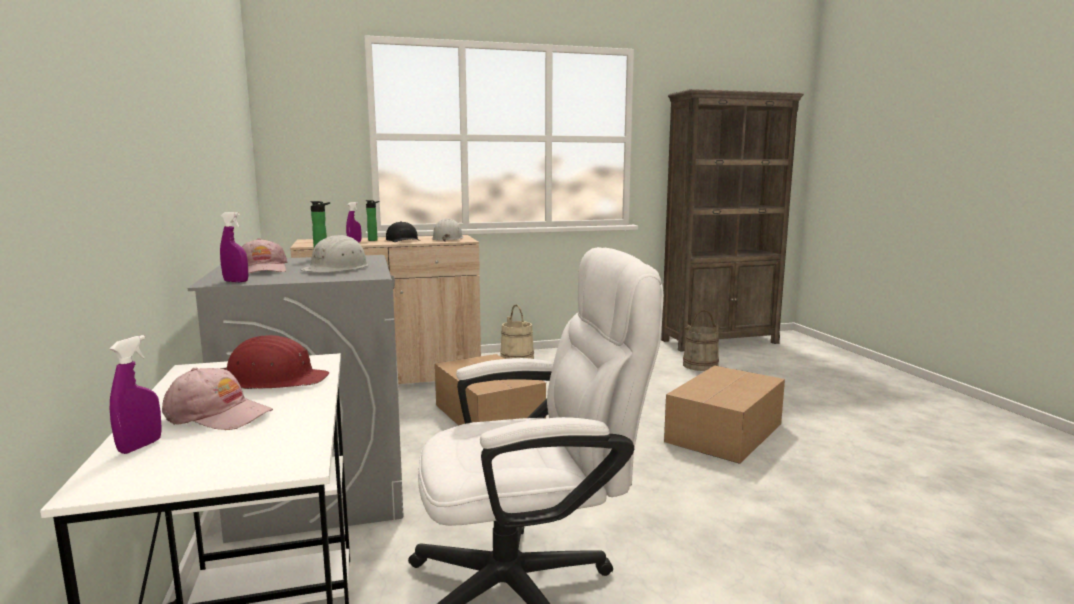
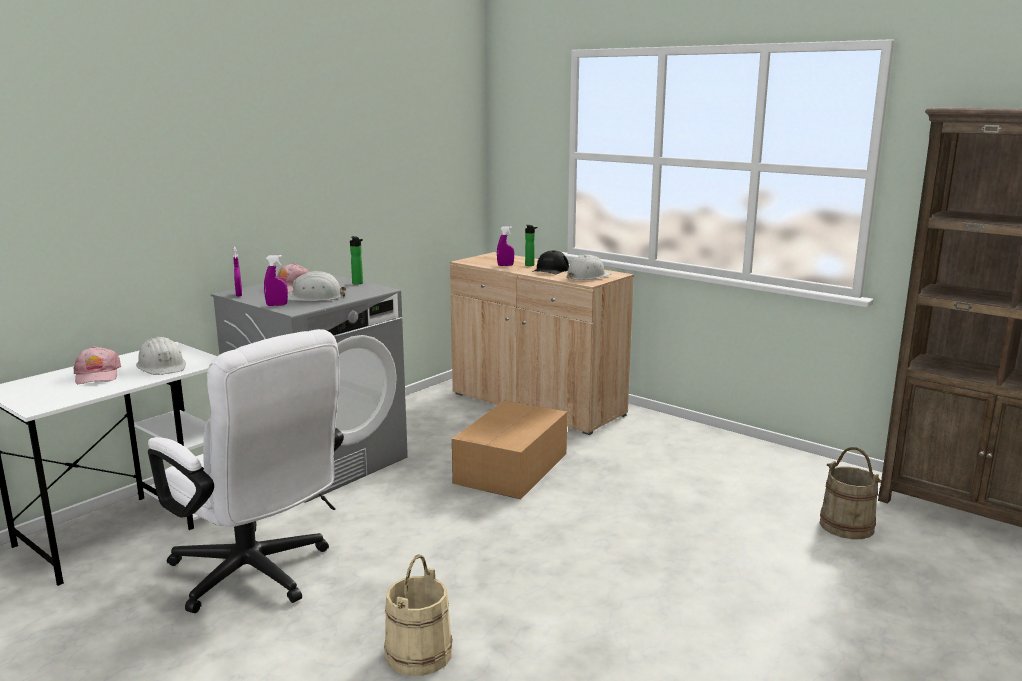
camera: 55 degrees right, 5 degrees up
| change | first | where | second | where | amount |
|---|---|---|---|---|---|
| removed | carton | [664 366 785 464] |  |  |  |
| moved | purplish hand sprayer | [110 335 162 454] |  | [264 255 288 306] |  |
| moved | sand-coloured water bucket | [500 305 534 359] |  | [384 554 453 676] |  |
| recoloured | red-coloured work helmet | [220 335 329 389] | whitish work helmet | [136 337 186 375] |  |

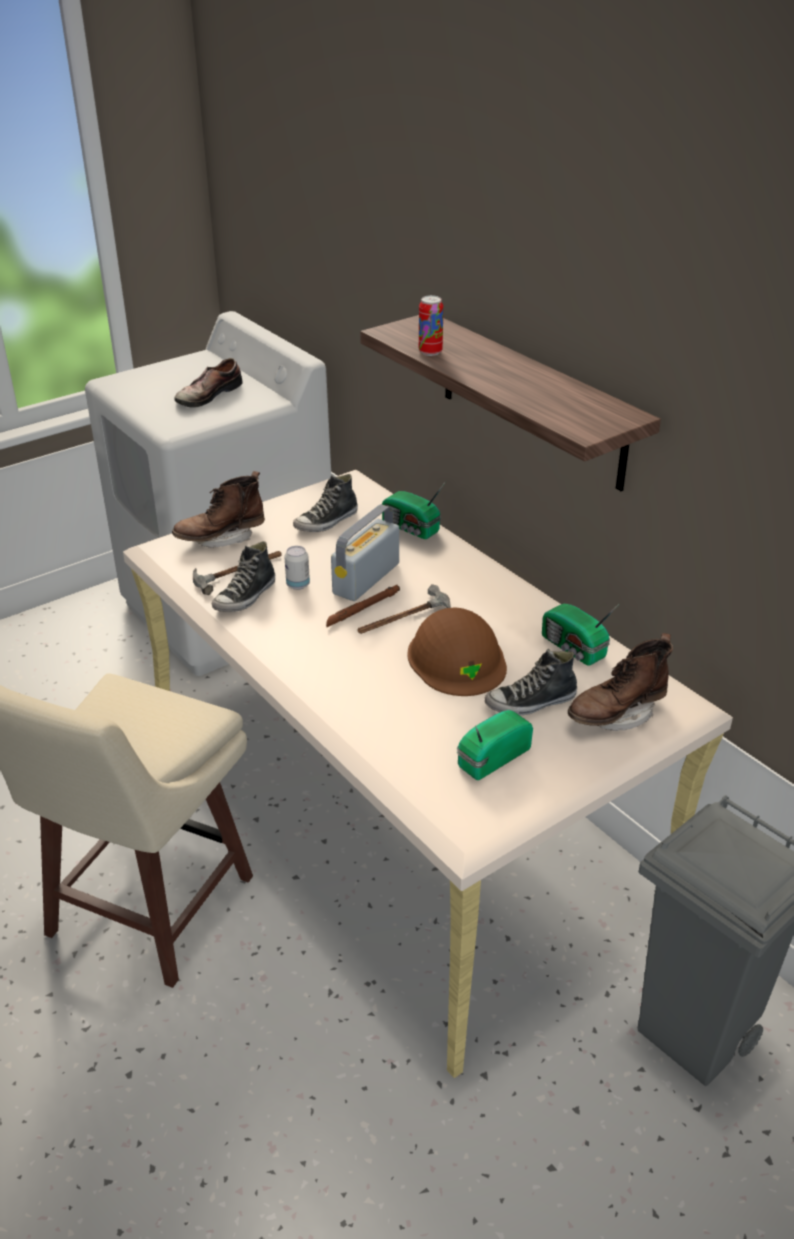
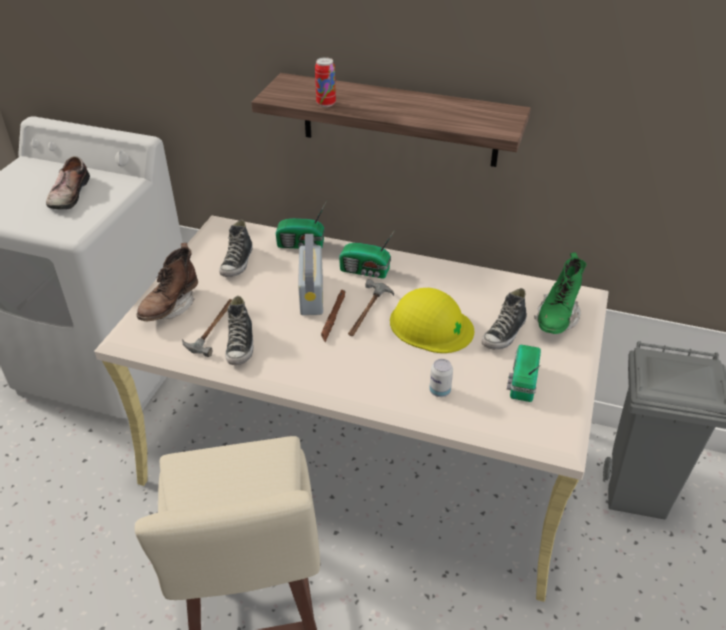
camera: 35 degrees left, 5 degrees up
| change | first | where | second | where | amount |
|---|---|---|---|---|---|
| moved | can | [284 546 310 590] |  | [429 359 453 397] |  |
| moved | radio | [542 604 619 665] |  | [339 230 395 279] |  |
| recoloured | brown work helmet | [407 607 507 696] | yellowish work helmet | [390 288 474 353] |  |
| recoloured | brown boot | [568 633 673 731] | green-coloured boot | [534 252 587 334] |  |

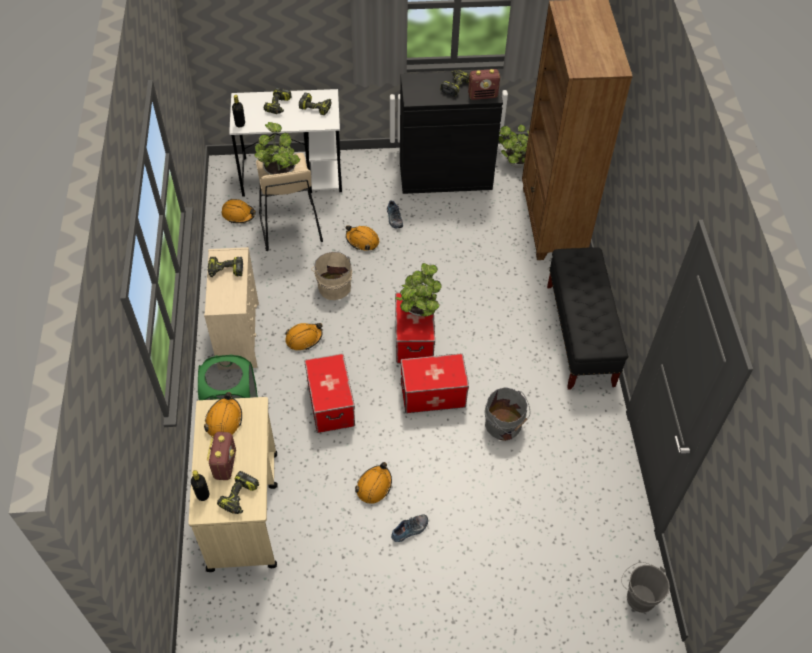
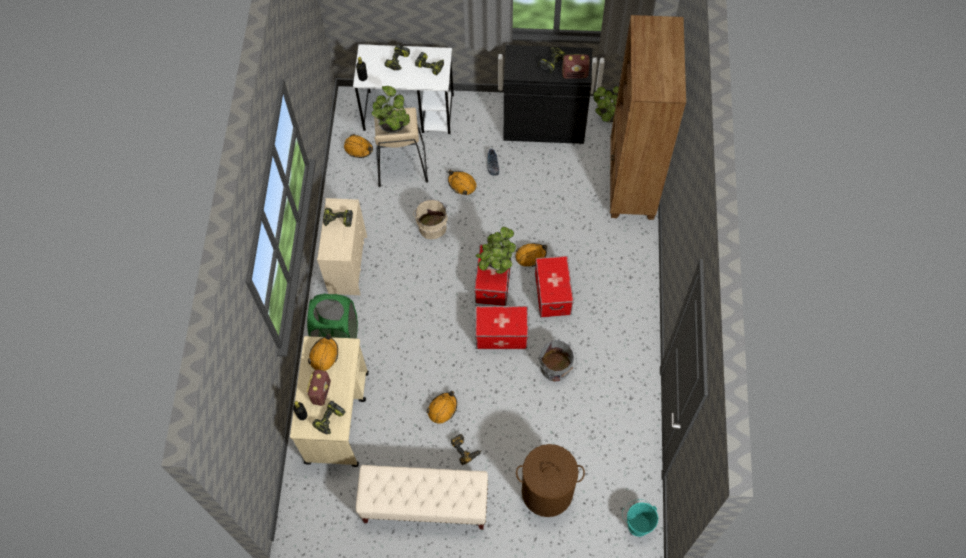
camera: 10 degrees right, 10 degrees up
| change | first | where | second | where | amount |
|---|---|---|---|---|---|
| removed | black bench | [547 247 628 390] |  |  |  |
| added |  |  | sand-coloured bench | [356 465 488 530] |  |
| added |  |  | brown hamper | [516 444 585 517] |  |
| moved | orangey work helmet | [285 323 323 350] |  | [516 243 547 267] |  |
| moved | storage container | [304 353 355 433] |  | [535 256 574 317] |  |
| replaced | low shoe | [391 514 428 542] | electric drill | [451 434 482 465] |  |
| recoloured | greyish water bucket | [621 562 670 613] | turquoise-coloured water bucket | [622 499 658 537] |  |

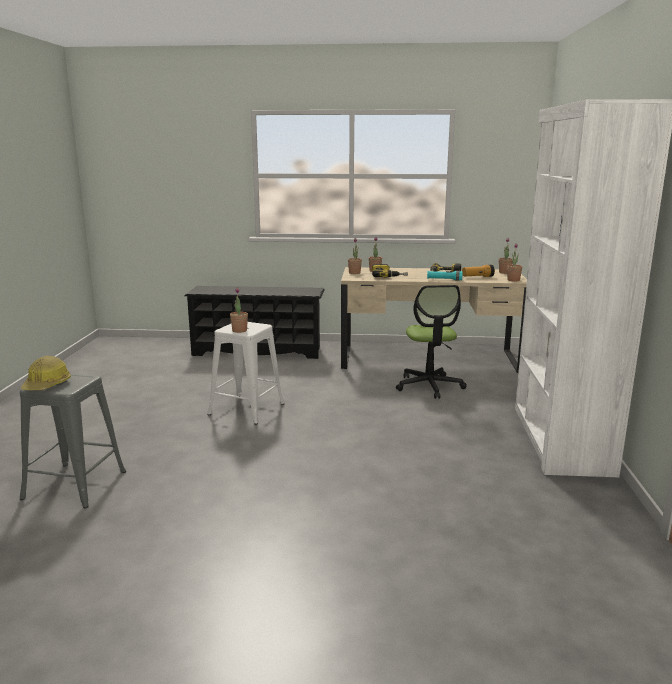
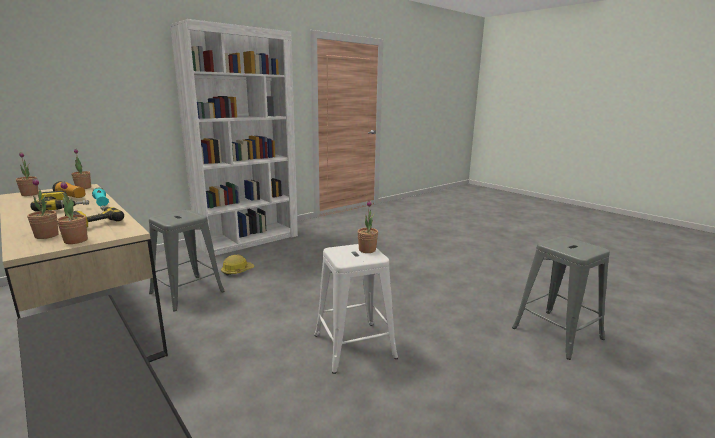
camera: 135 degrees left, 0 degrees up
| change | first | where | second | where | amount |
|---|---|---|---|---|---|
| moved | work helmet | [21 356 71 390] |  | [221 255 255 275] |  |
| replaced | desk chair | [396 285 467 399] | greyish stool seat | [149 210 225 312] |  |

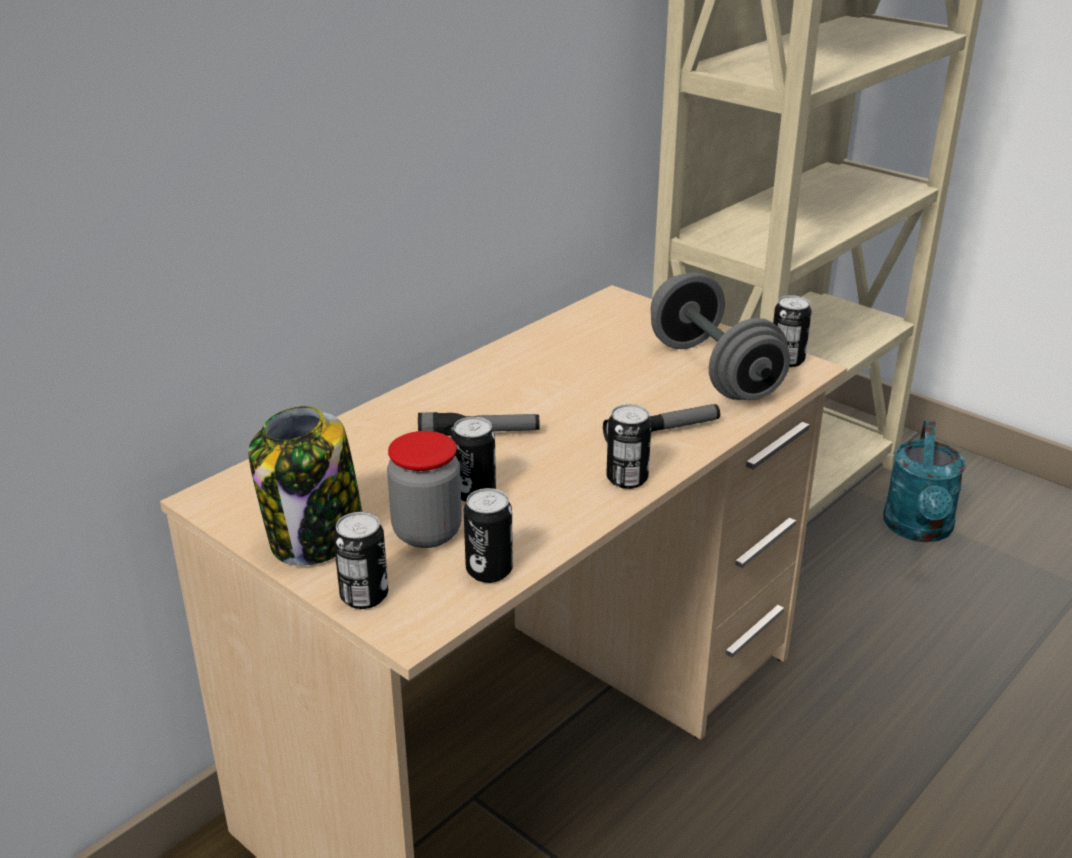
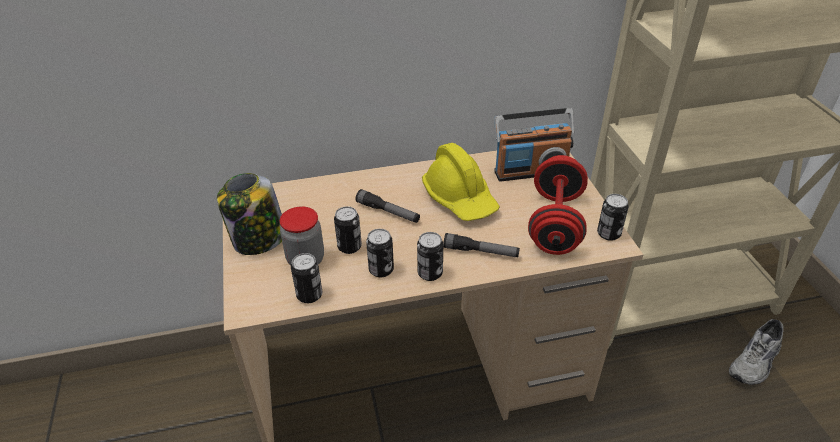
camera: 35 degrees right, 10 degrees up
| change | first | where | second | where | amount |
|---|---|---|---|---|---|
| added |  |  | yellowish work helmet | [422 143 500 221] |  |
| added |  |  | radio | [494 108 574 181] |  |
| moved | can | [333 512 388 609] |  | [366 229 394 277] |  |
| replaced | turquoise-coloured watering pot | [883 420 966 542] | greyish low shoe | [729 319 784 385] |  |
| recoloured | greyish dumbbell | [651 272 790 400] | red-coloured dumbbell | [528 155 588 255] |  |

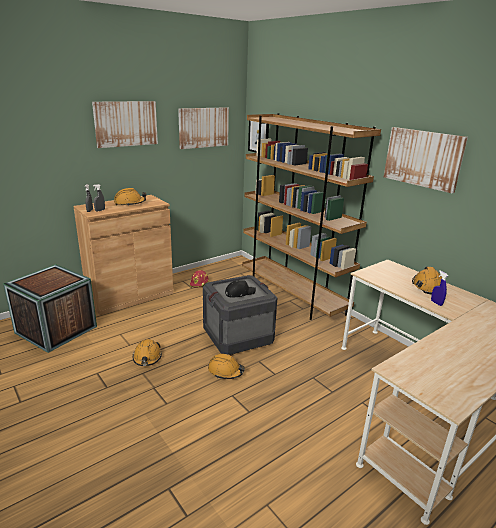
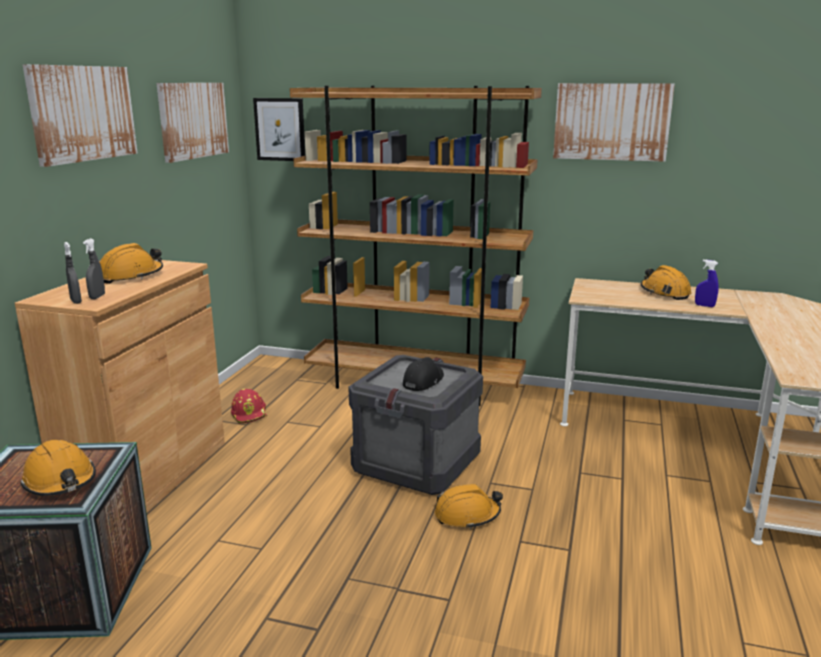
camera: 35 degrees left, 5 degrees down
| change | first | where | second | where | amount |
|---|---|---|---|---|---|
| moved | orangey work helmet | [133 339 162 366] |  | [20 440 96 496] |  |

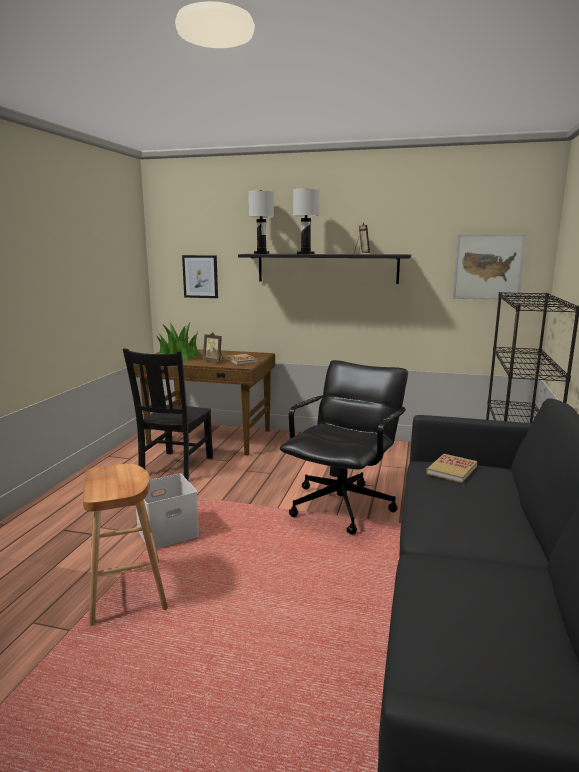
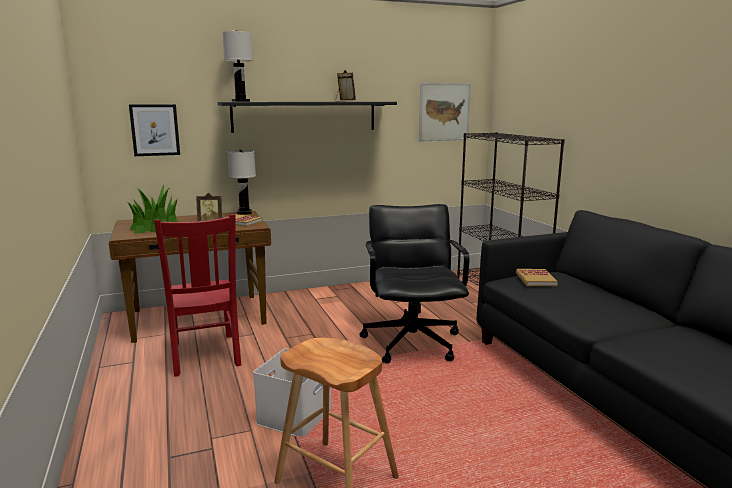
camera: 35 degrees left, 0 degrees up
| change | first | where | second | where | amount |
|---|---|---|---|---|---|
| moved | whitish lamp for a table | [293 188 319 254] |  | [227 150 256 215] |  |
| recoloured | black plain chair | [123 348 213 480] | red-coloured plain chair | [154 214 241 376] |  |

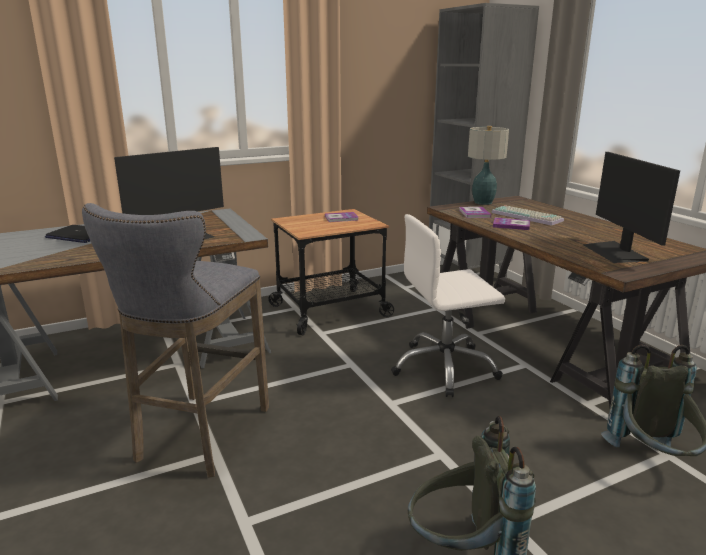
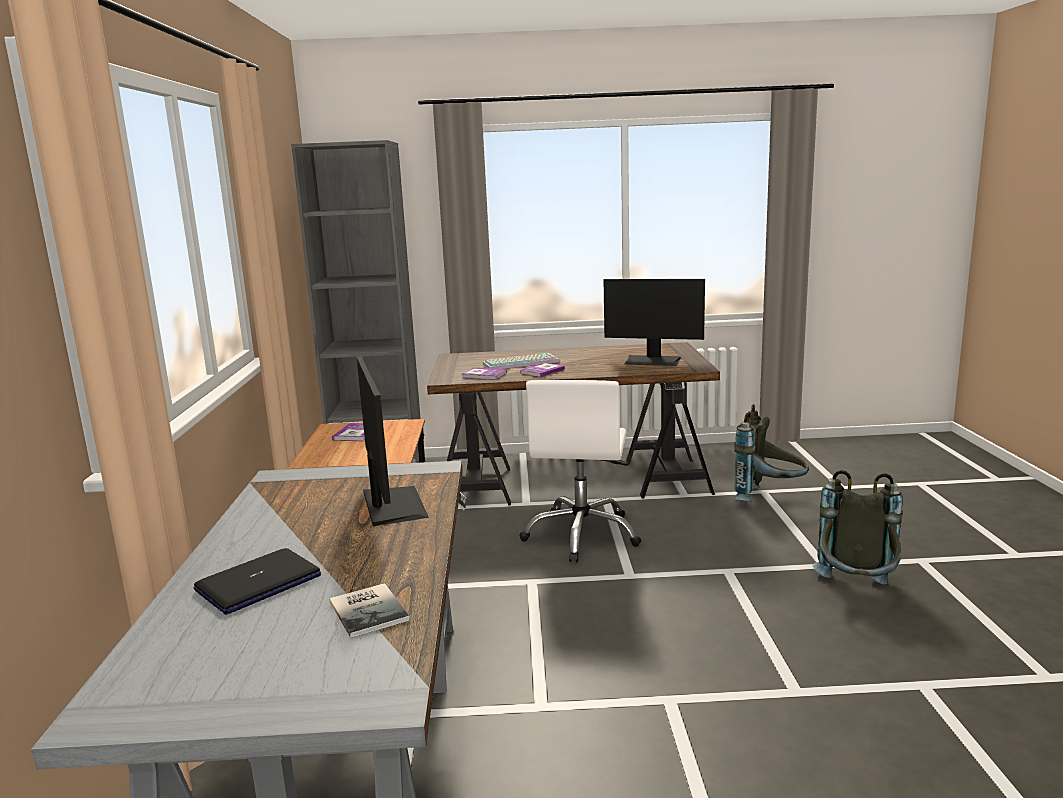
camera: 65 degrees left, 5 degrees down
| change | first | where | second | where | amount |
|---|---|---|---|---|---|
| removed | greyish stool seat | [82 203 269 478] |  |  |  |
| removed | lamp for a table | [468 126 509 205] |  |  |  |
| added |  |  | volume | [329 583 409 638] |  |

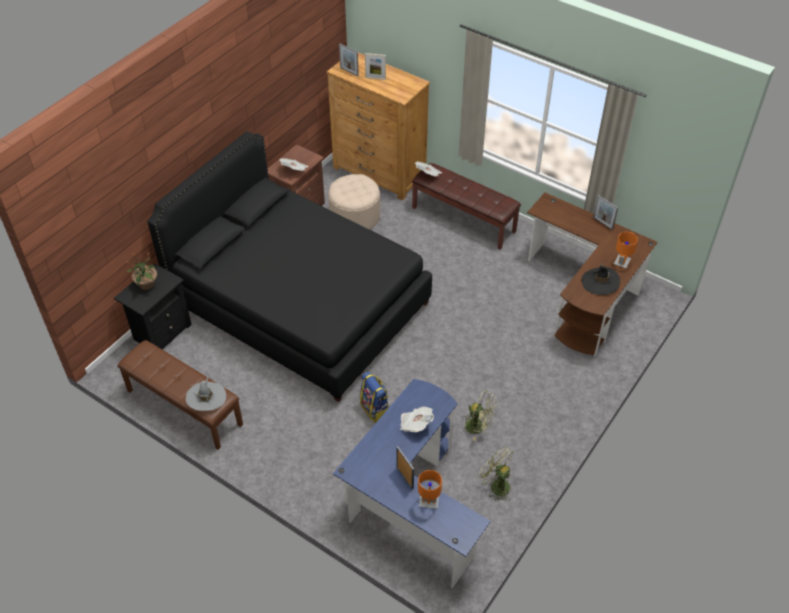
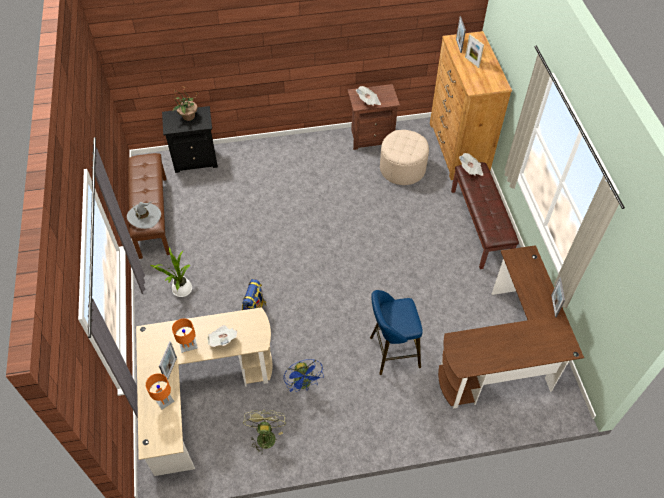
camera: 45 degrees right, 5 degrees up
| change | first | where | second | where | amount |
|---|---|---|---|---|---|
| removed | black sleeping bed | [147 131 432 402] |  |  |  |
| removed | black wearable hat | [582 263 620 295] |  |  |  |
| added |  |  | plant in a pot | [150 247 192 297] |  |
| added |  |  | blue stool seat | [370 290 423 375] |  |
| moved | orangey lamp for a table | [614 232 638 268] |  | [172 318 198 353] |  |
| recoloured | blue desk table | [333 379 491 588] | sand-coloured desk table | [136 307 272 476] |  |
| recoloured | green-coloured cooling fan | [462 390 497 441] | blue cooling fan | [284 359 324 392] |  |

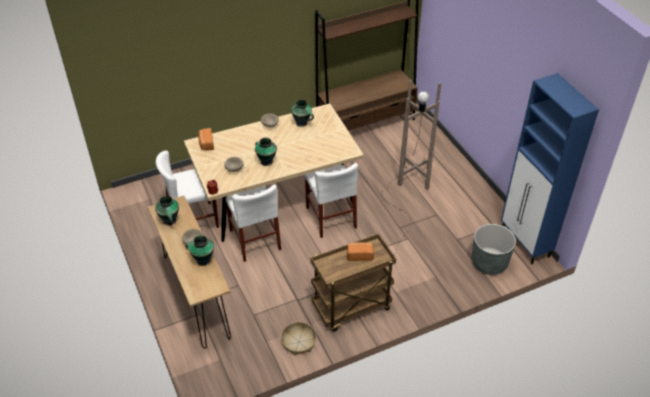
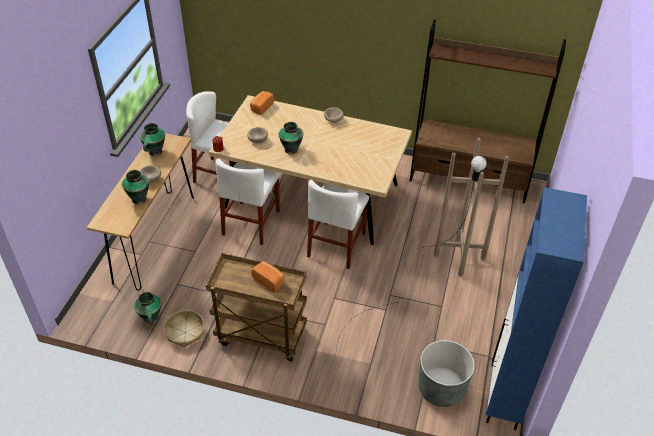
camera: 40 degrees right, 0 degrees up
| change | first | where | second | where | amount |
|---|---|---|---|---|---|
| moved | flower vase | [291 99 314 127] |  | [134 292 161 324] |  |

